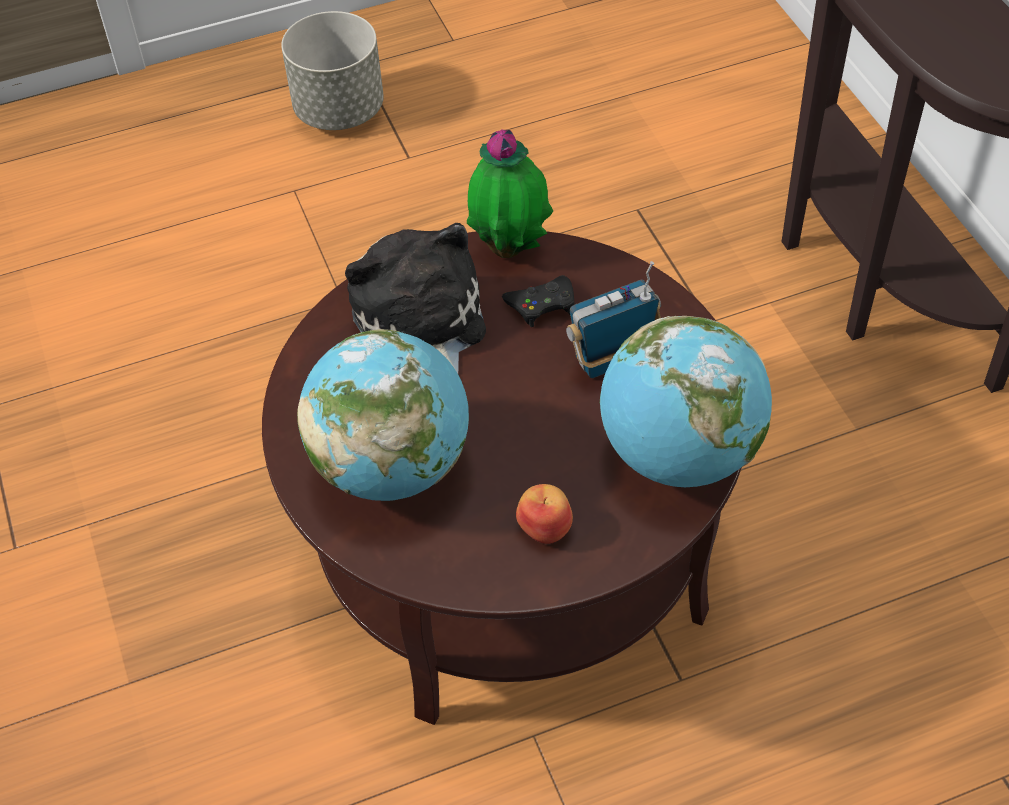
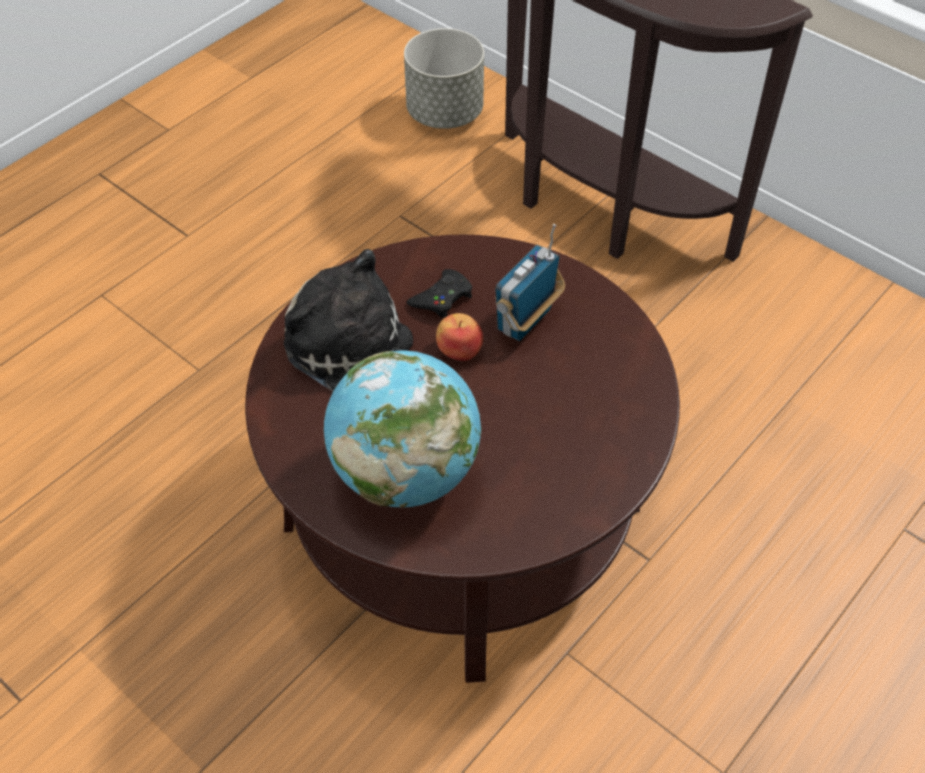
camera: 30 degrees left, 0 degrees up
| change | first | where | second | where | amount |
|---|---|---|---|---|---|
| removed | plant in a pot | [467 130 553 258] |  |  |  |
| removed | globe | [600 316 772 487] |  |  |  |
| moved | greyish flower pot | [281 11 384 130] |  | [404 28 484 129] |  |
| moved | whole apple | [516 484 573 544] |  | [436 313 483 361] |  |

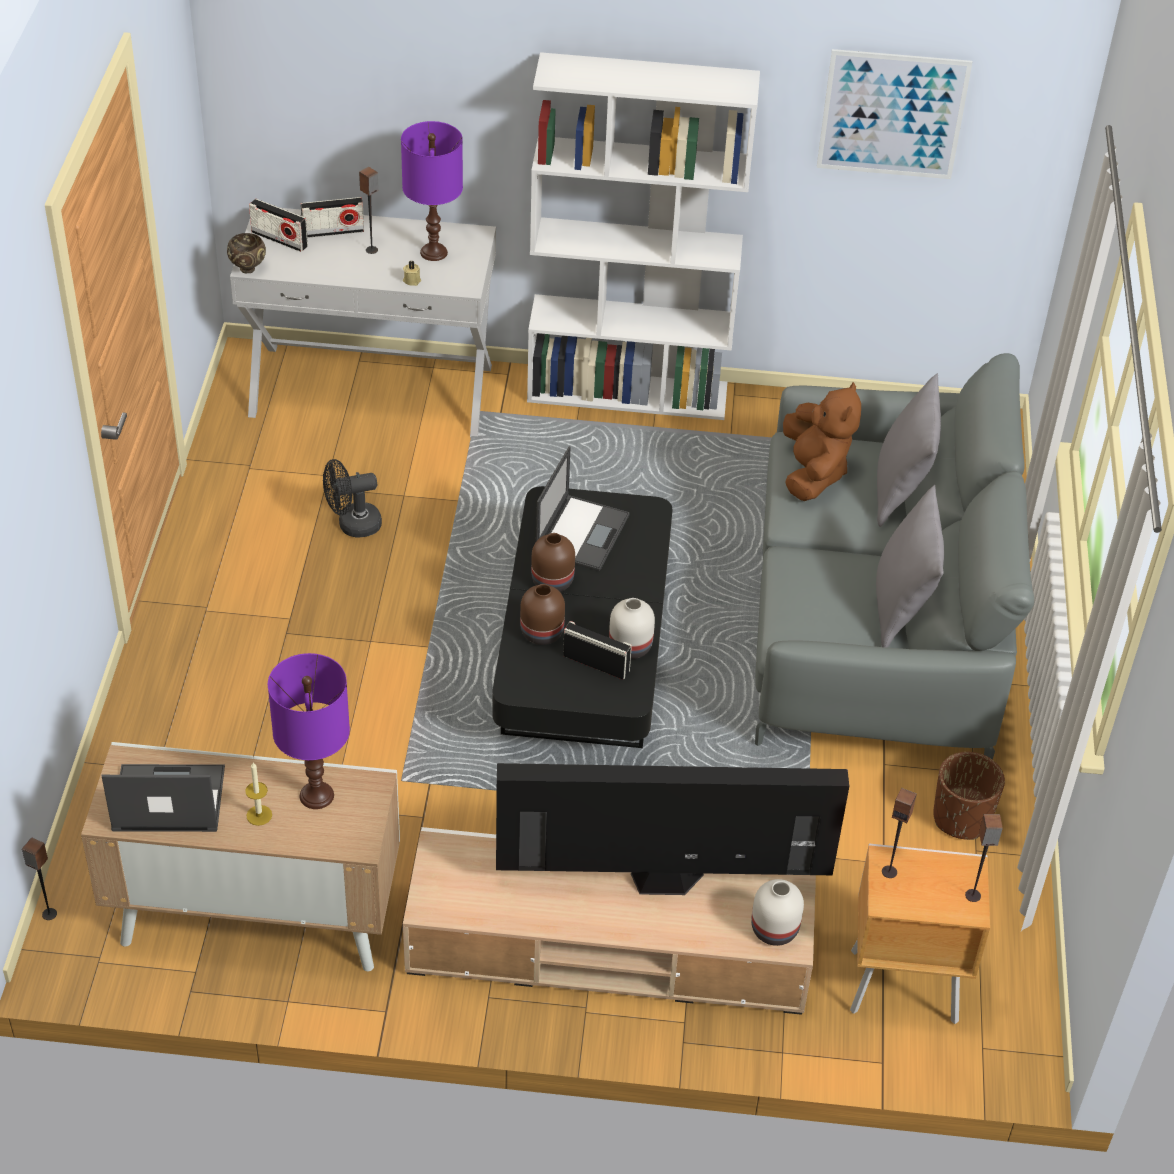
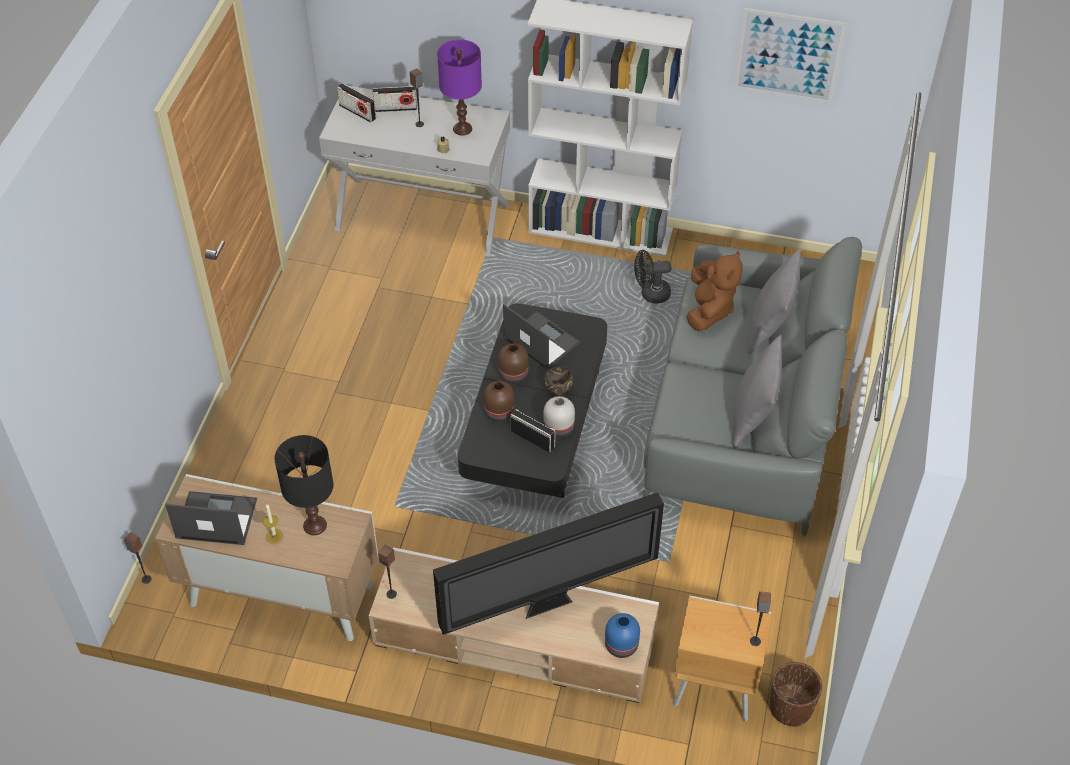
camera: 10 degrees right, 5 degrees up
| change | first | where | second | where | amount |
|---|---|---|---|---|---|
| moved | brown deep dish | [227 233 266 274] |  | [544 366 573 395] |  |
| moved | black cooling fan | [323 459 382 538] |  | [634 250 671 303] |  |
| moved | speaker | [882 788 917 878] |  | [378 544 397 599] |  |
| moved | brown flower pot | [933 752 1005 840] |  | [770 662 822 727] |  |
| recoloured | purplish lamp for a table | [268 653 350 809] | black lamp for a table | [274 435 334 535] |  |
| recoloured | whitish flower vase | [751 879 804 946] | blue flower vase | [605 613 640 658] |  |
| turned | television | [496 763 849 895] |  | [433 492 664 635] | 150 degrees clockwise |
| turned | portable computer | [536 446 630 571] |  | [503 304 580 370] | 75 degrees counterclockwise |

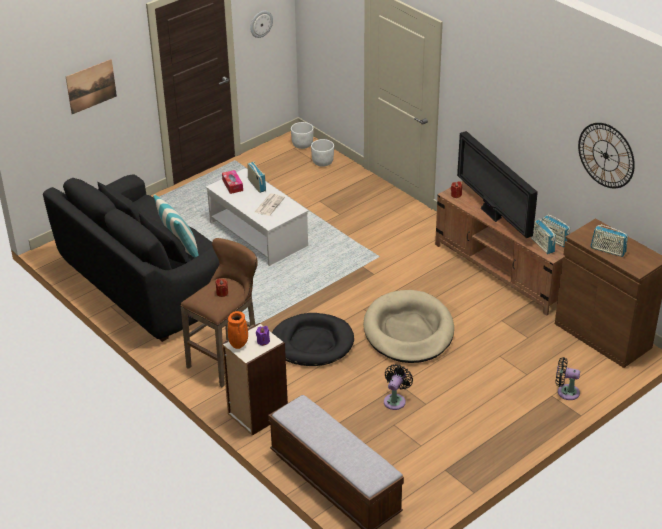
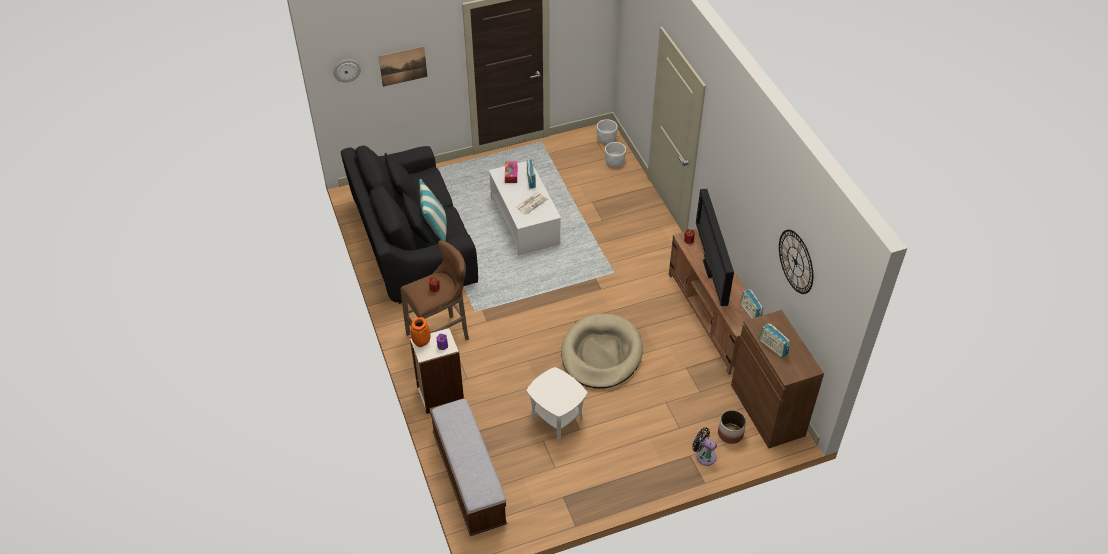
camera: 20 degrees right, 10 degrees up
| change | first | where | second | where | amount |
|---|---|---|---|---|---|
| removed | black dog bed | [272 313 354 366] |  |  |  |
| removed | radio | [531 218 556 254] |  |  |  |
| added |  |  | flower pot | [718 410 746 444] |  |
| moved | wall clock | [250 11 273 38] |  | [333 59 361 83] |  |
| replaced | black cooling fan | [384 364 413 410] | whitish accent table | [527 367 587 440] |  |

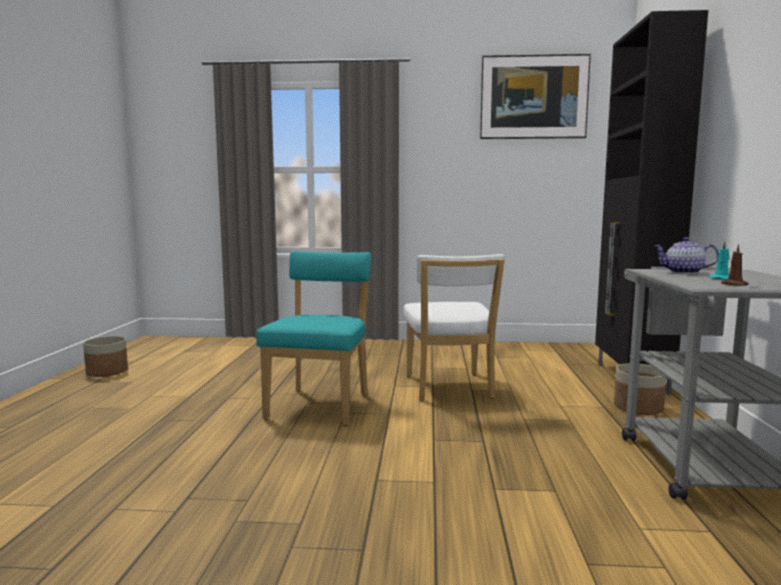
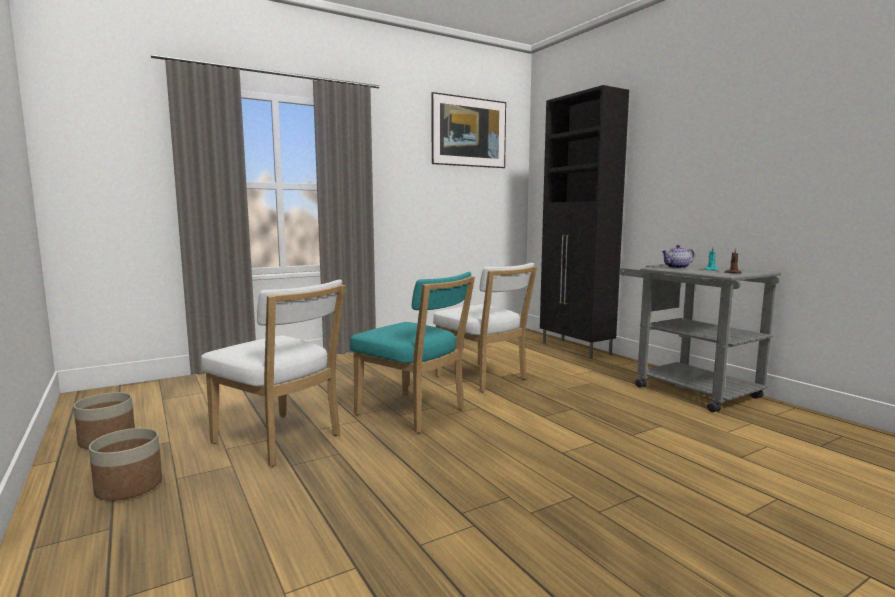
camera: 35 degrees left, 0 degrees up
| change | first | where | second | where | amount |
|---|---|---|---|---|---|
| added |  |  | whitish plain chair | [201 280 345 467] |  |
| moved | flower pot | [614 363 666 415] |  | [89 428 162 501] |  |
| turned | turquoise-coloured plain chair | [256 251 371 426] |  | [350 272 475 433] | 150 degrees clockwise |

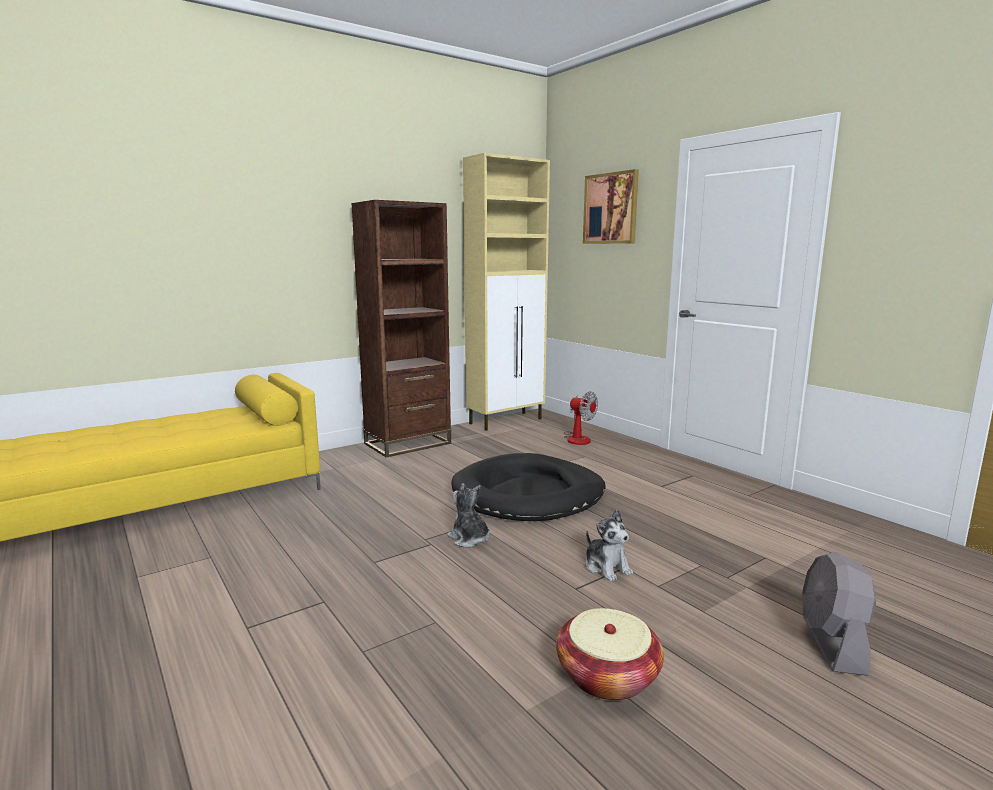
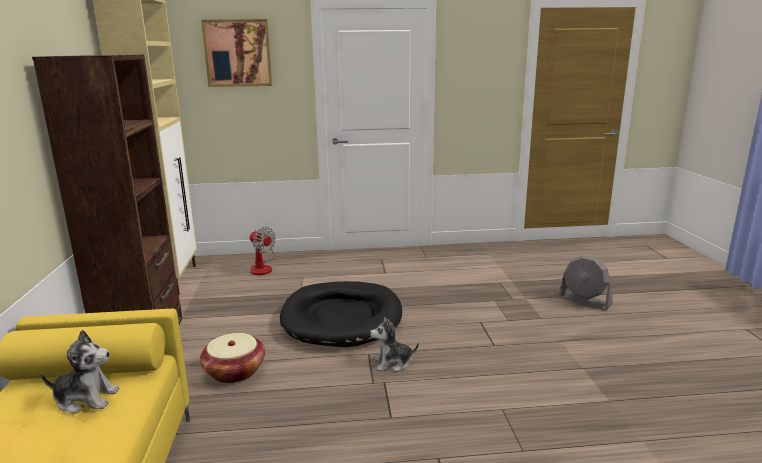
camera: 60 degrees left, 5 degrees up
| change | first | where | second | where | amount |
|---|---|---|---|---|---|
| moved | household basket | [556 608 664 701] |  | [200 333 265 383] |  |
| moved | soft toy | [585 509 633 581] |  | [41 330 120 414] |  |
| turned | cooling fan | [564 391 598 445] |  | [250 227 276 275] | 60 degrees clockwise |

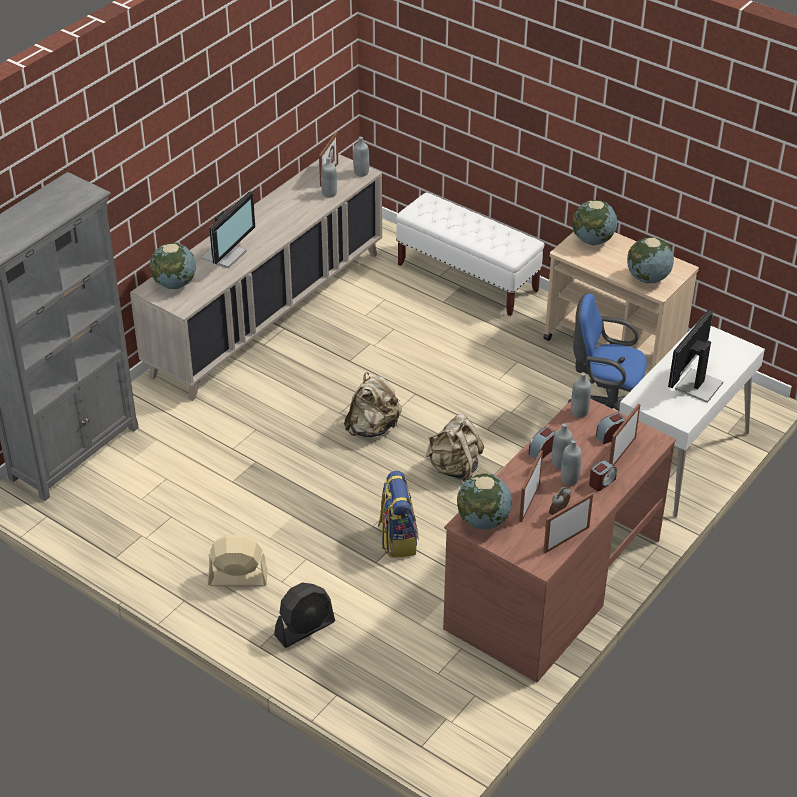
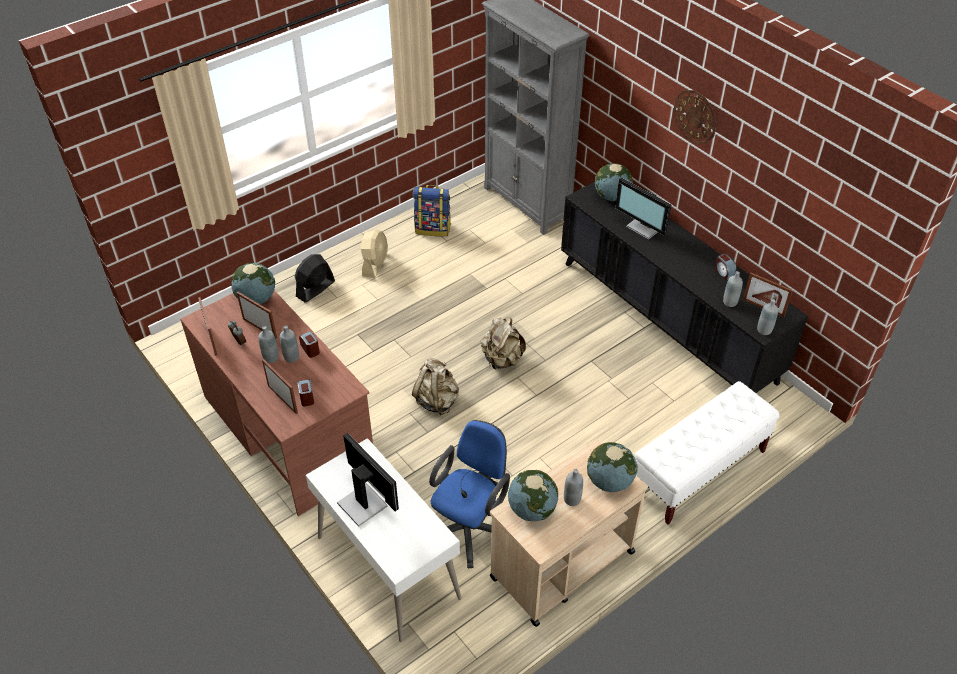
camera: 105 degrees right, 5 degrees up
| change | first | where | second | where | amount |
|---|---|---|---|---|---|
| added |  |  | wall clock | [673 90 717 144] |  |
| moved | knapsack | [378 471 418 558] |  | [413 185 451 236] |  |
| moved | greyish beverage bottle | [571 372 591 417] |  | [564 469 583 506] |  |
| moved | alarm clock | [589 460 617 491] |  | [715 253 736 281] |  |
| recoloured | sand-coloured cupboard | [130 154 382 401] | black cupboard | [561 182 808 393] |  |
| turned | black cooling fan | [274 582 335 648] |  | [295 254 335 303] | 60 degrees clockwise |

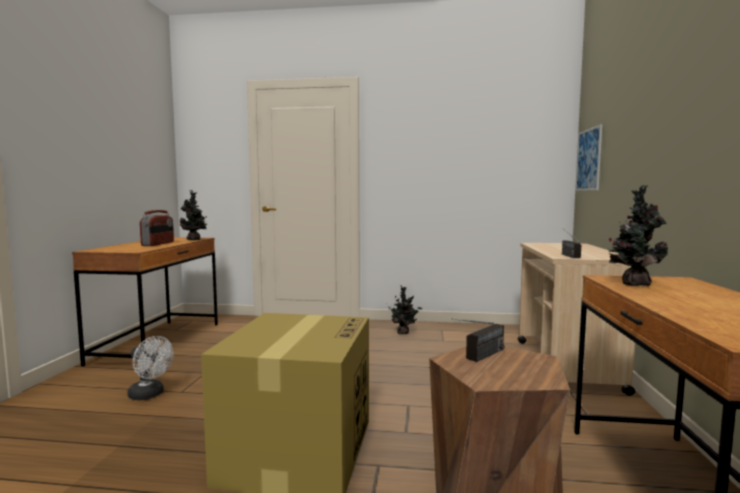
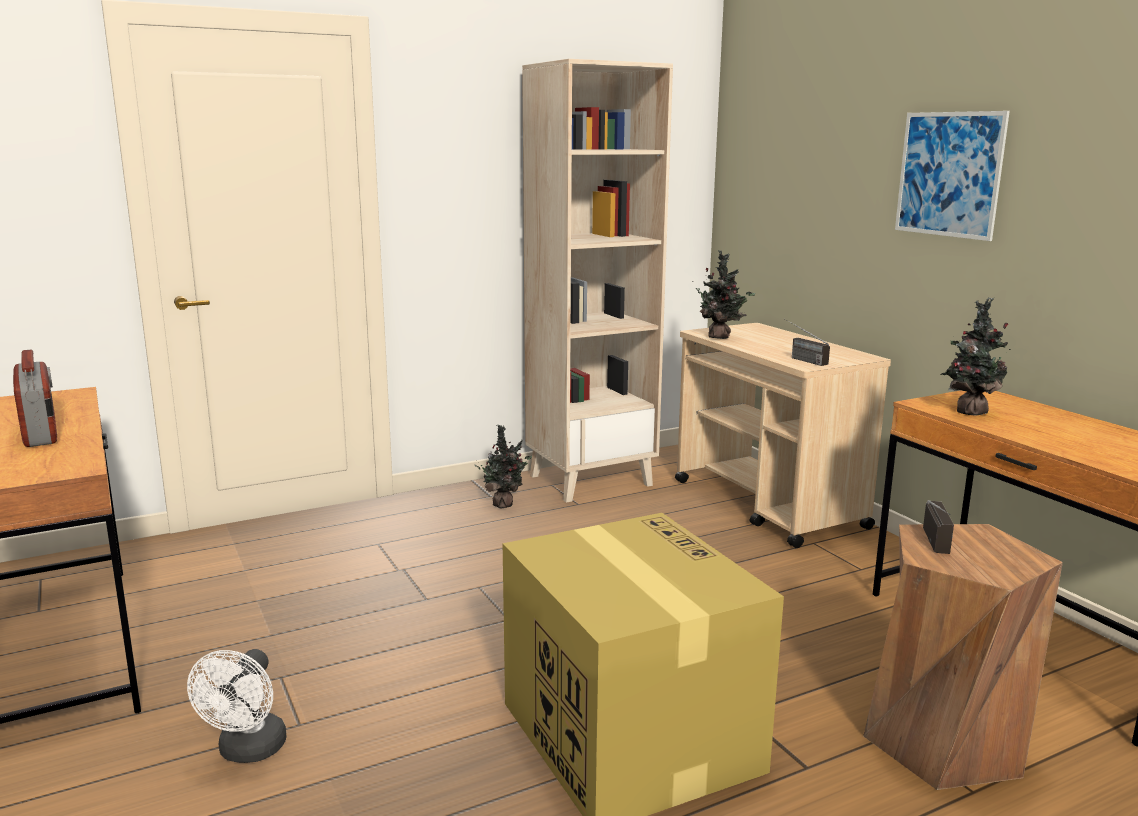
camera: 35 degrees left, 10 degrees up
| change | first | where | second | where | amount |
|---|---|---|---|---|---|
| added |  |  | sand-coloured bookshelf | [522 59 673 503] |  |
| moved | plant in a pot | [180 190 207 240] |  | [692 250 755 339] |  |
| moved | wall art | [576 124 602 191] |  | [895 111 1010 241] |  |
| turned | whitish cooling fan | [127 336 174 400] |  | [187 649 286 763] | 105 degrees clockwise |

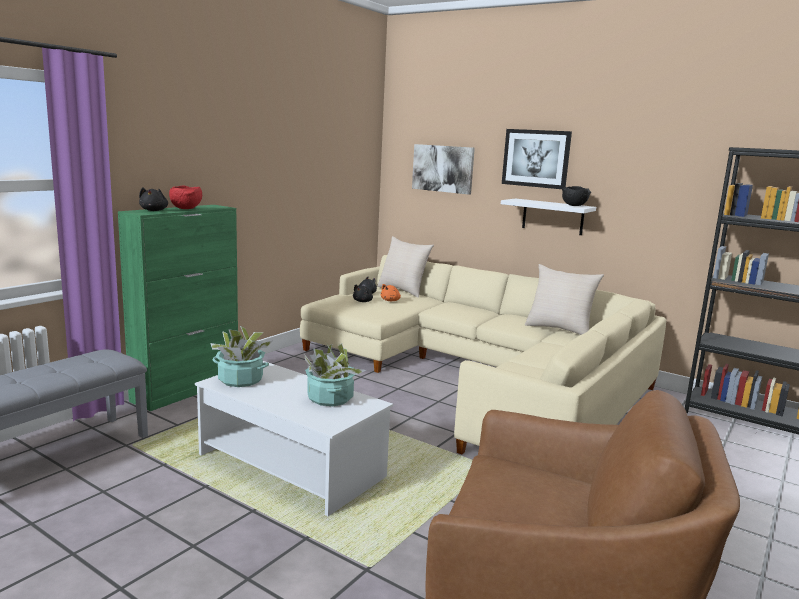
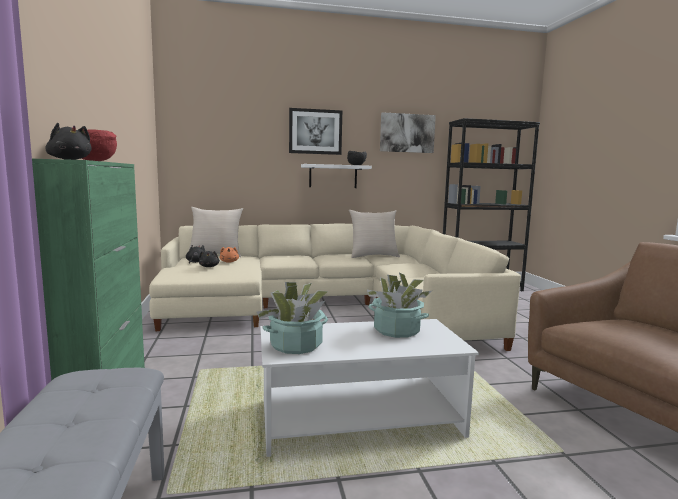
camera: 45 degrees left, 5 degrees down
| change | first | where | second | where | amount |
|---|---|---|---|---|---|
| moved | wall art | [412 144 475 195] |  | [380 112 436 153] |  |

